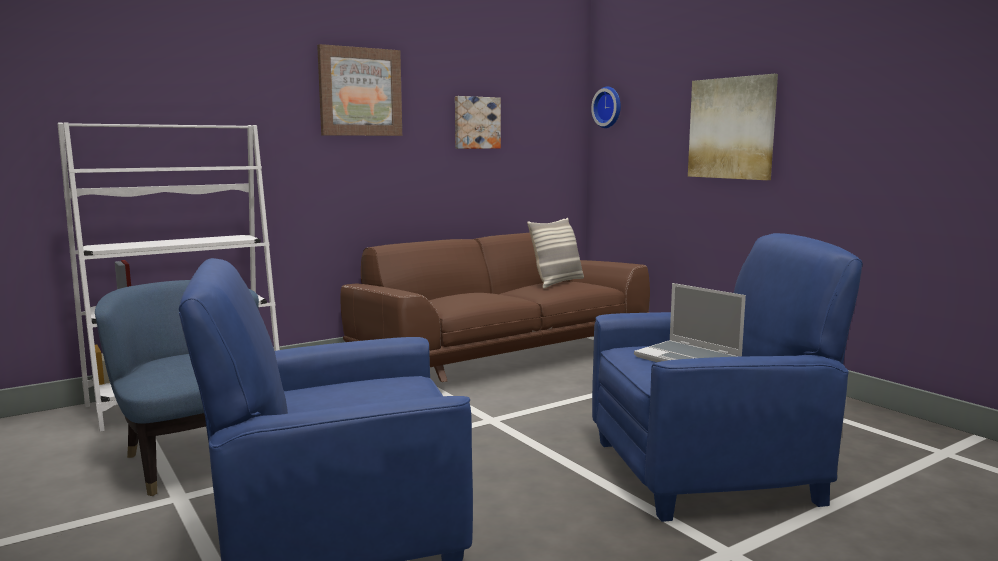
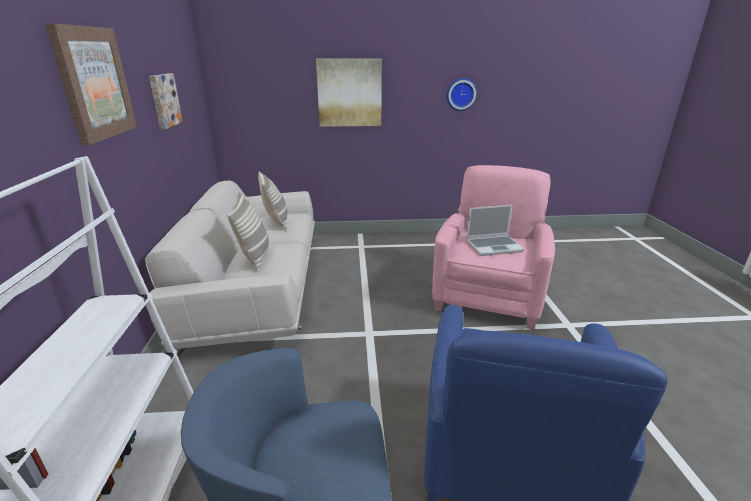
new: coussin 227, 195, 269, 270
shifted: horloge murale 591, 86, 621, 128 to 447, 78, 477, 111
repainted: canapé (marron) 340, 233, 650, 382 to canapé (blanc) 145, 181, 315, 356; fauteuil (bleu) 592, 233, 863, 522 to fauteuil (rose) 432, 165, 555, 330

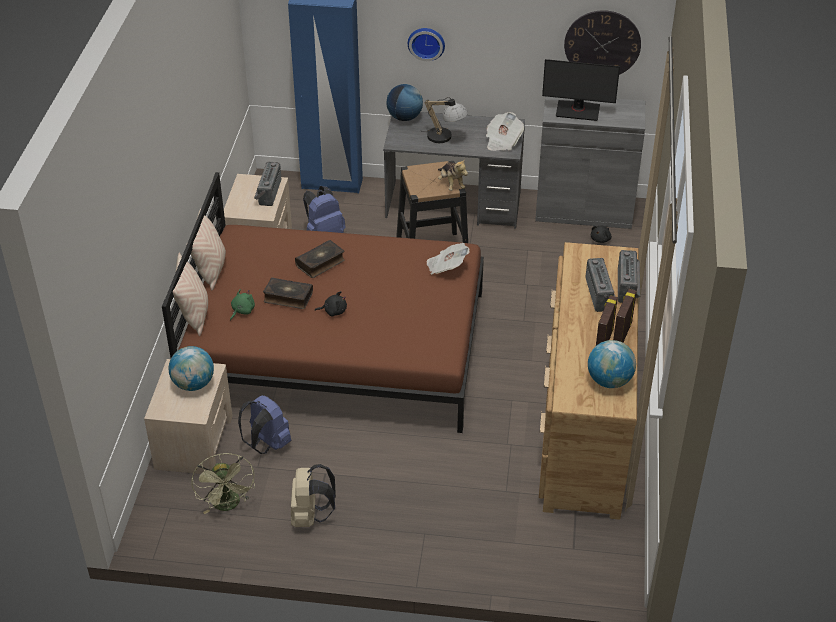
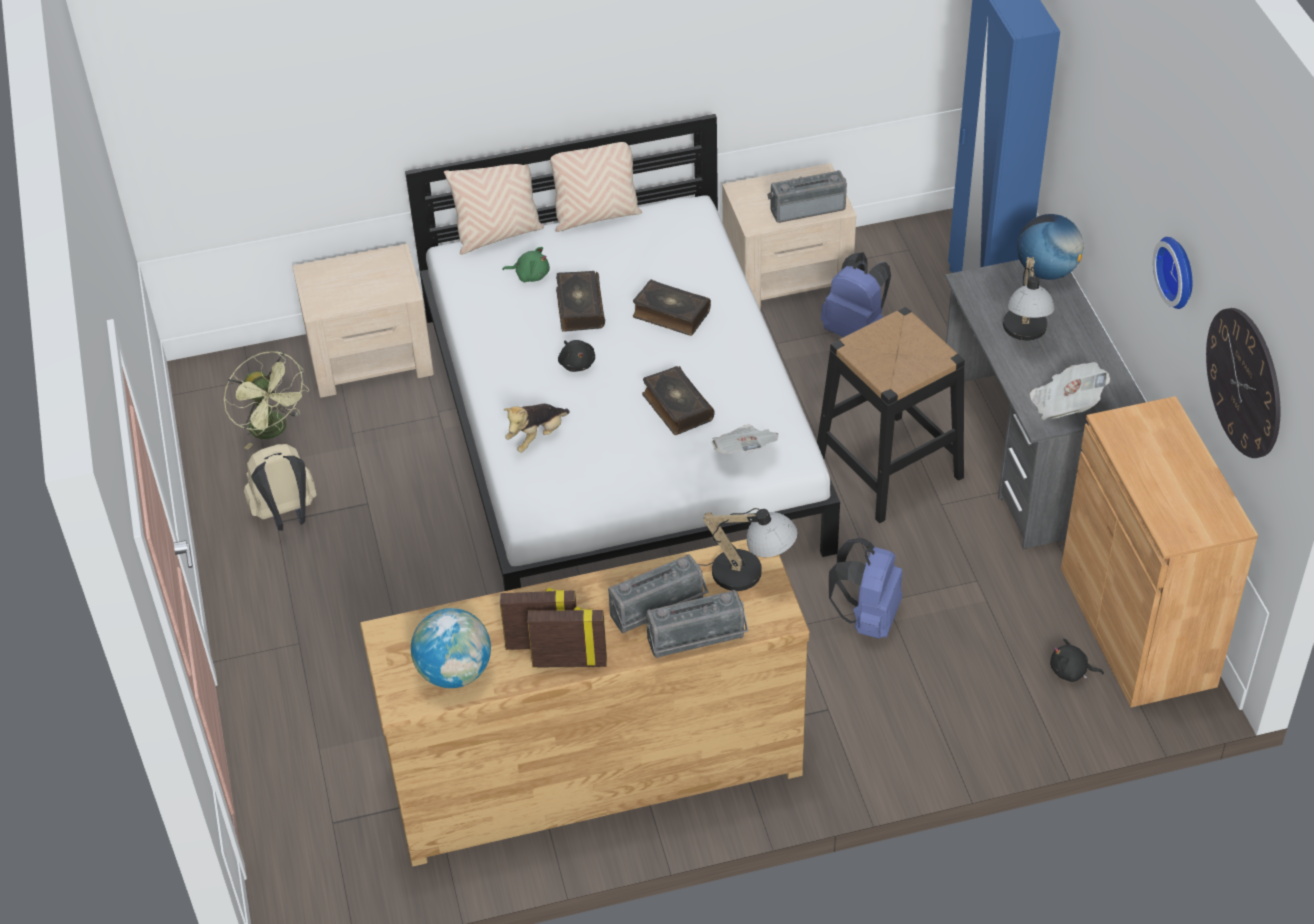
gone: globe 169, 346, 214, 391; écran d'ordinateur 542, 59, 620, 121
new: livre 642, 366, 714, 435; lampe de table 699, 508, 798, 591
shifted: sac à dos (bleu) 238, 395, 291, 454 to 829, 538, 903, 639; horloge murale 408, 28, 445, 61 to 1153, 237, 1192, 309; peluche 438, 159, 468, 191 to 504, 404, 570, 453
repainted: lit (marron) 162, 172, 484, 433 to lit (blanc) 405, 114, 840, 591; meuble de rangement (gris) 535, 96, 645, 229 to meuble de rangement (marron) 1061, 396, 1258, 708
rotated: ventilateur (vert) 192, 453, 255, 514 = 224, 351, 309, 450 90 degrees counterclockwise

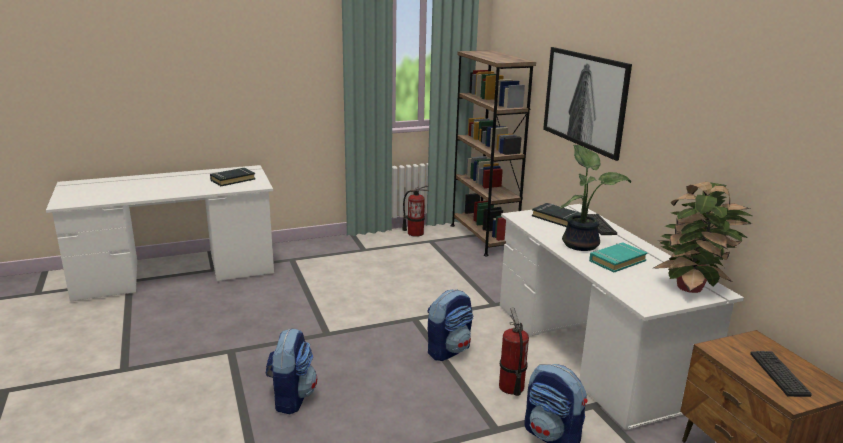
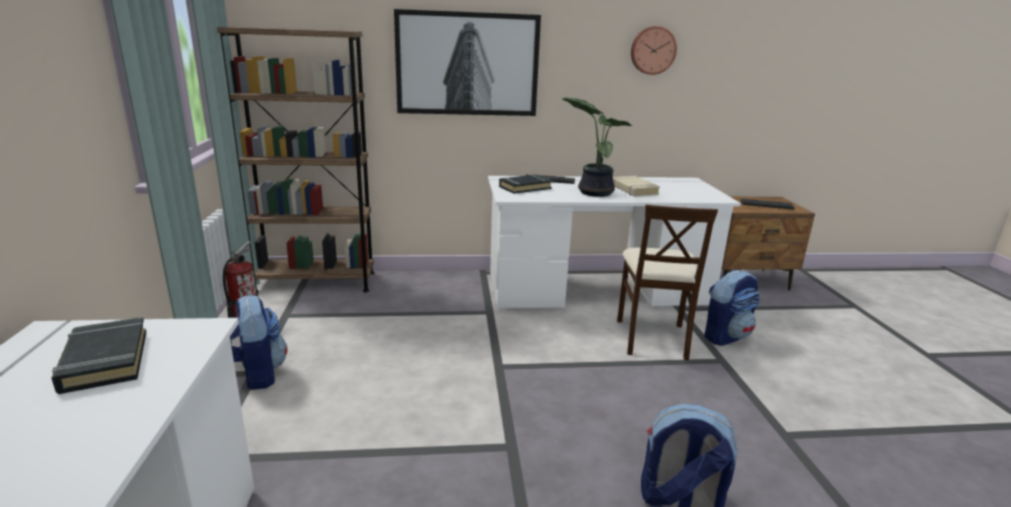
gone: plante en pot 654, 181, 752, 293
new: horloge murale 631, 26, 677, 75
shifted: sac à dos 427, 289, 473, 361 to 230, 295, 287, 390
swapped: extincteur 499, 307, 529, 396 to chaise (beige) 617, 205, 718, 360
repainted: livre (turquoise) 589, 242, 647, 272 to livre (beige) 613, 176, 660, 197

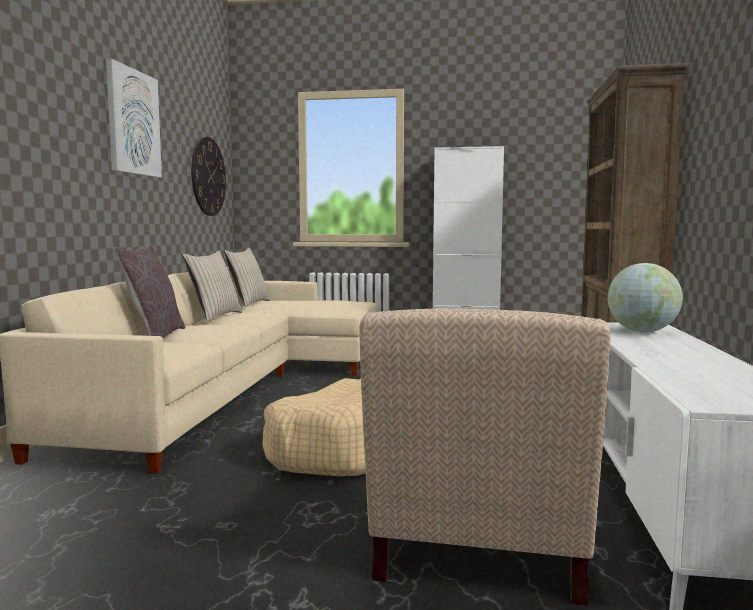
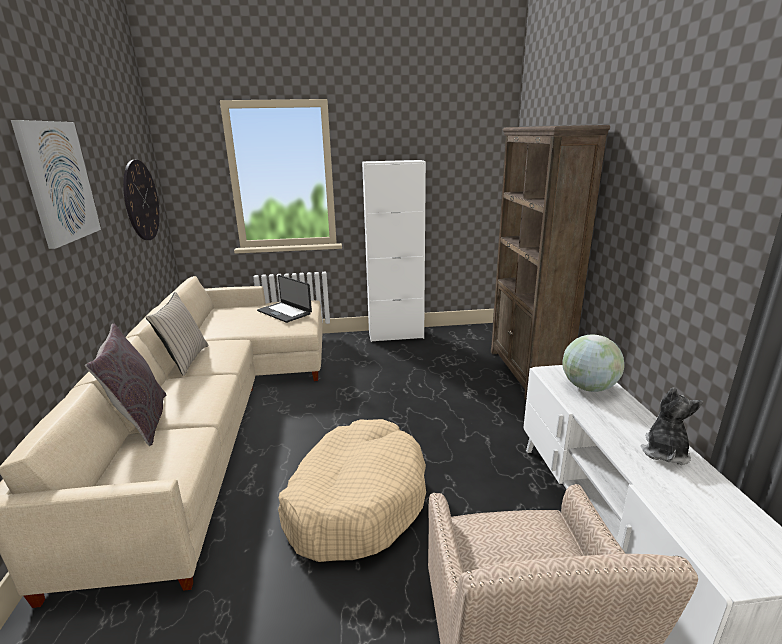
gone: coussin (beige) 224, 248, 270, 307
new: ordinateur portable 257, 275, 312, 323; peluche 641, 387, 703, 465

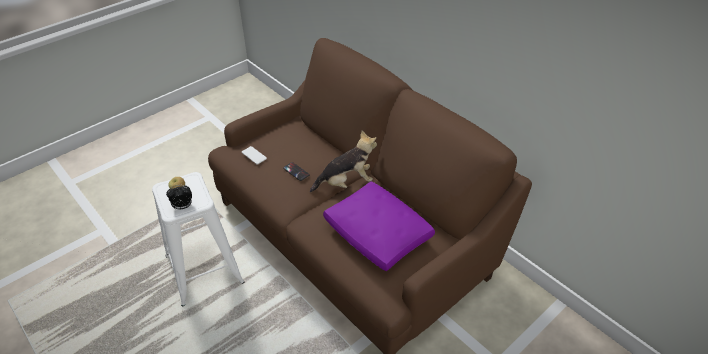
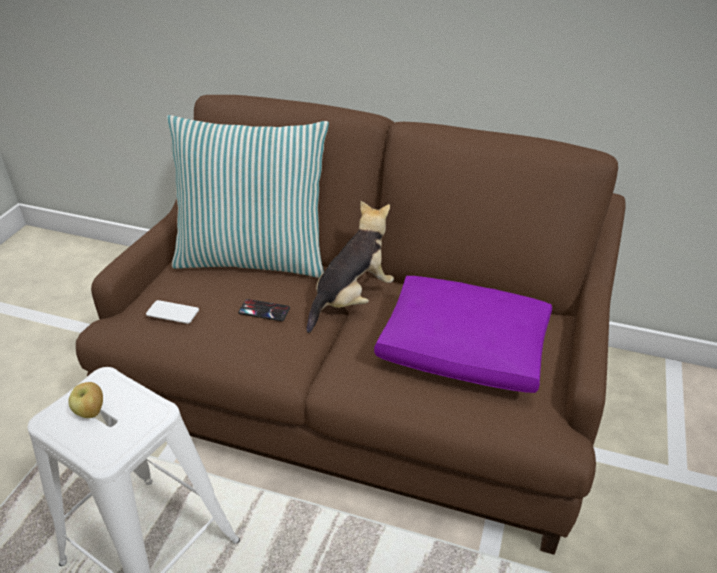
gone: réveil 166, 185, 192, 210
new: coussin 167, 115, 329, 278

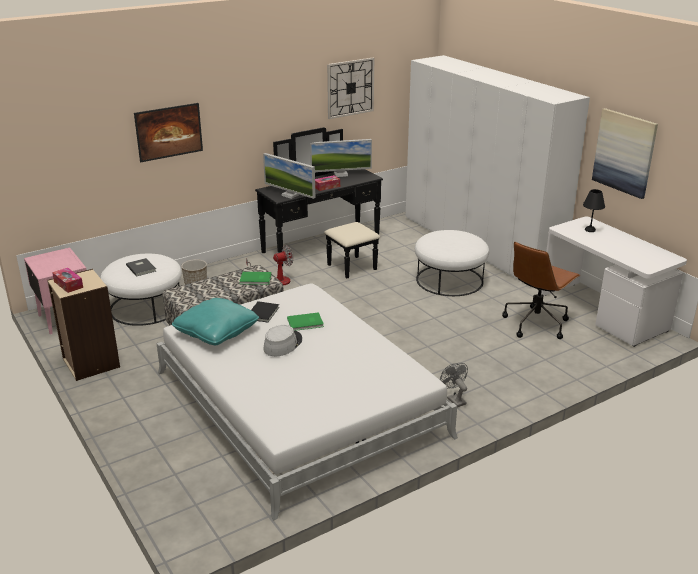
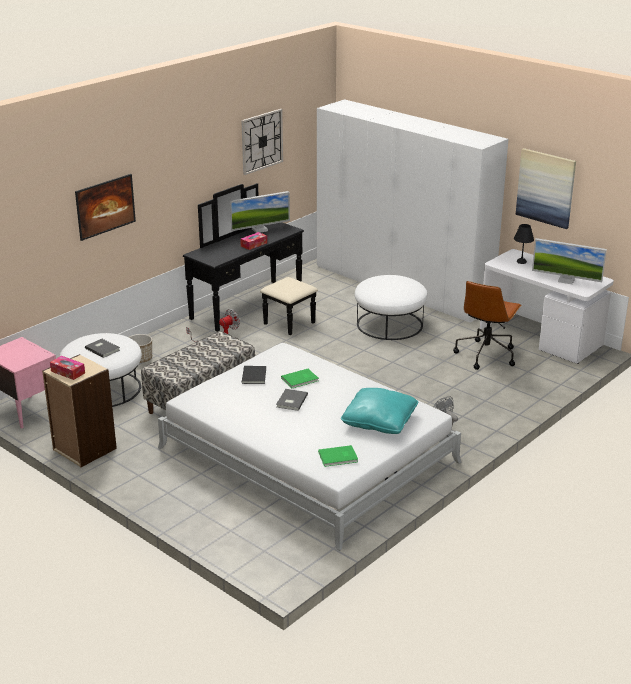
shifted: coussin (turquoise) 172, 298, 259, 345 to 341, 388, 418, 434; livre (vert) 239, 272, 271, 285 to 318, 445, 358, 467; écran d'ordinateur 263, 153, 315, 199 to 532, 238, 607, 284
swapped: chapeau (gris) 263, 325, 302, 356 to livre (gris) 276, 389, 308, 411

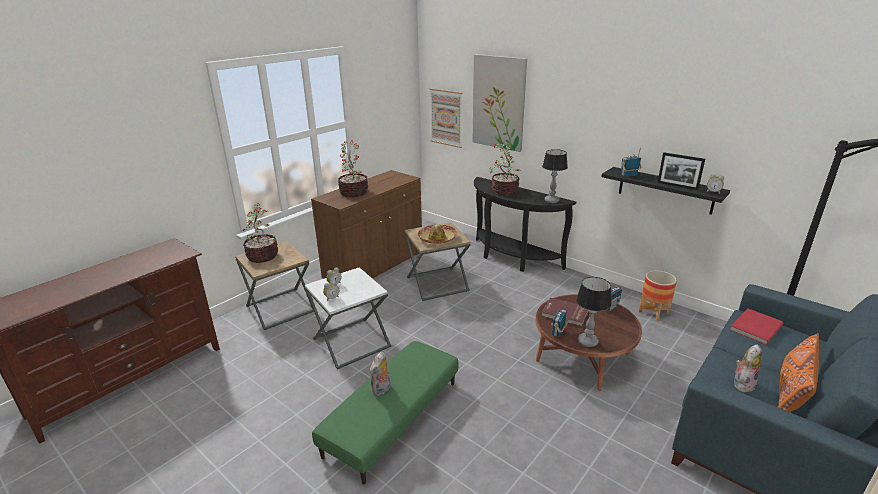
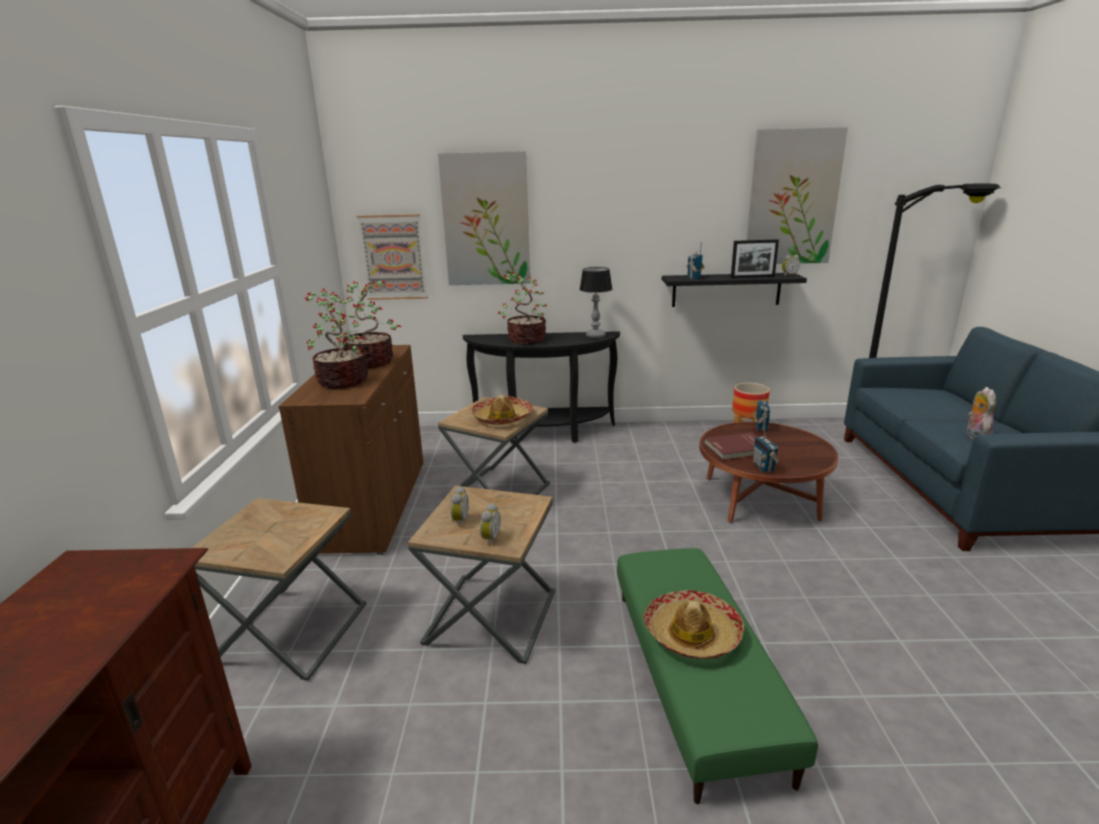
gone: lampe de table 576, 277, 612, 347; livre (rouge) 730, 308, 783, 345; coussin (orange) 778, 333, 819, 412
new: tableau 747, 127, 848, 264
shifted: plante en pot 243, 203, 278, 263 to 339, 281, 401, 368
swapped: peluche 370, 352, 391, 396 to chapeau 643, 590, 744, 659
repainted: table d'appoint (blanc) 305, 267, 391, 369 to table d'appoint (marron) 408, 486, 555, 664

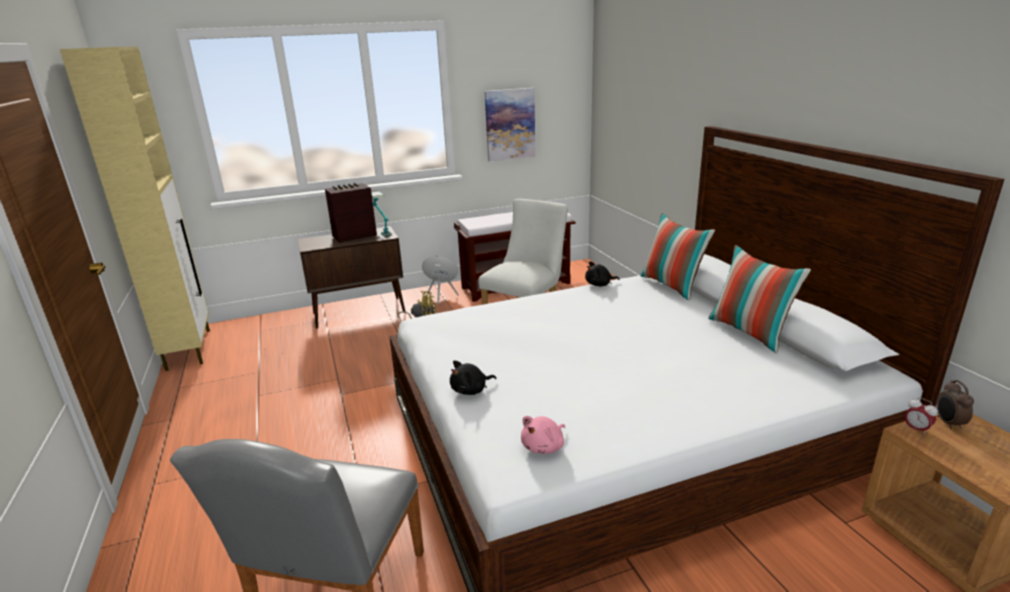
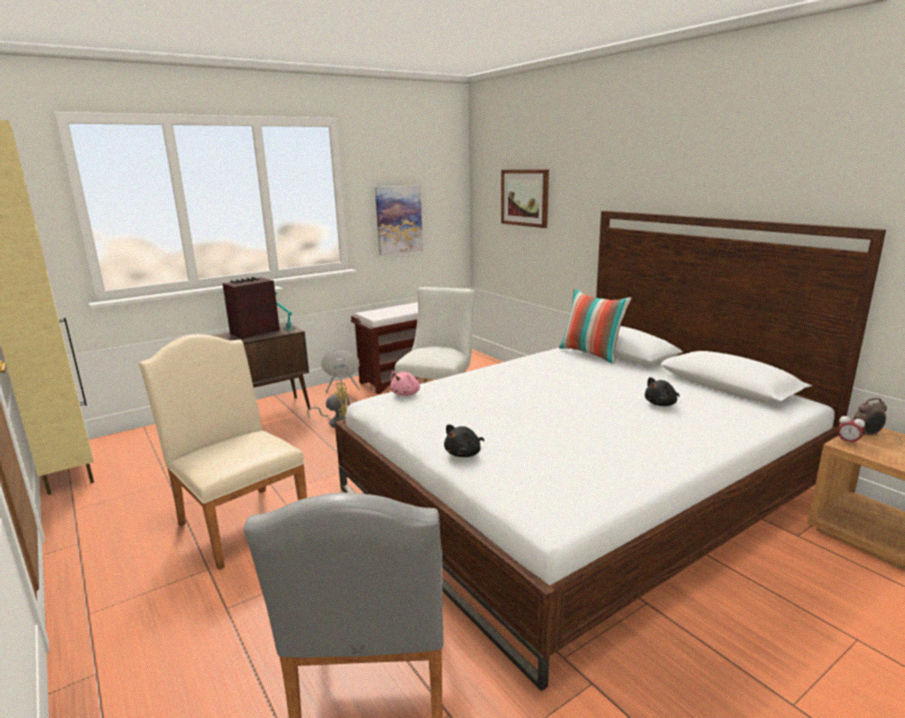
gone: coussin 708, 245, 811, 353
new: chaise (beige) 139, 334, 307, 570; tableau 501, 170, 549, 228
shifted: peluche (rose) 521, 416, 565, 454 to 390, 371, 420, 396; peluche (noir) 585, 261, 619, 286 to 645, 377, 680, 406
rotated: réveil 937, 380, 974, 430 = 853, 398, 887, 437 90 degrees counterclockwise

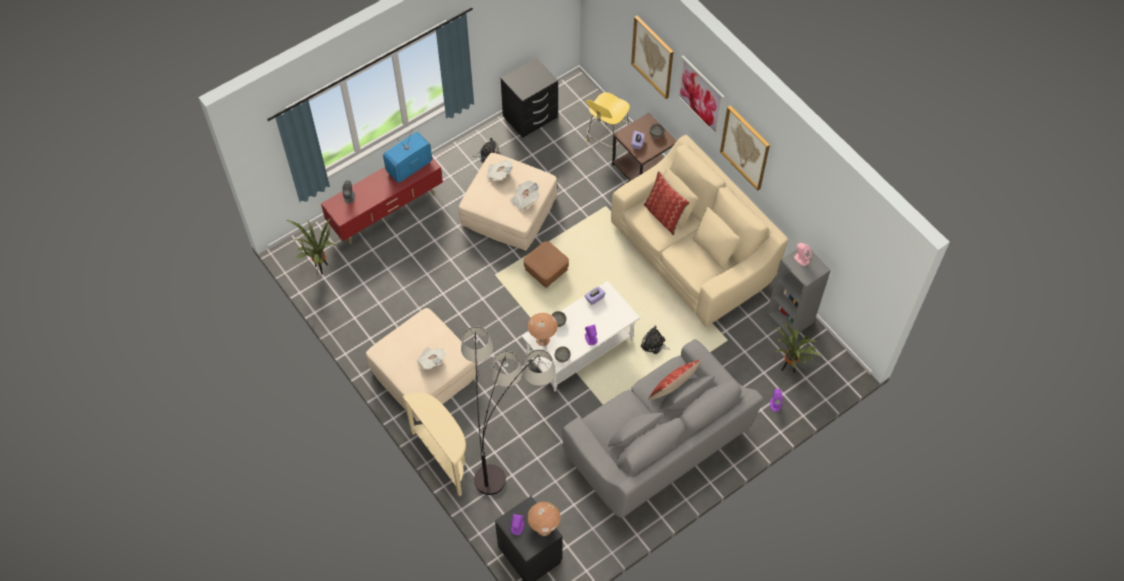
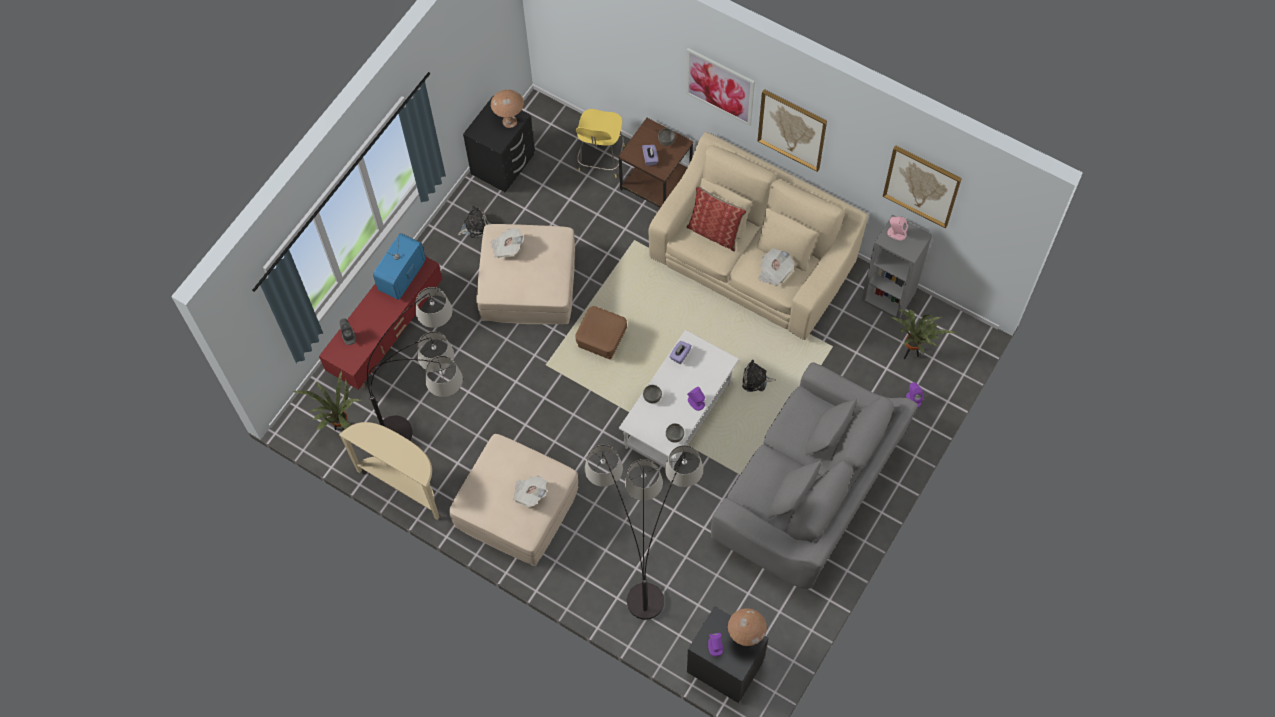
gone: coussin 648, 359, 702, 400
new: lampadaire 367, 287, 463, 440
shifted: table console (beige) 402, 392, 466, 496 to 339, 422, 439, 520; journal 510, 180, 539, 211 to 759, 248, 794, 286; lampe de table (marron) 527, 313, 558, 346 to 491, 90, 524, 128; tableau 631, 16, 673, 99 to 883, 145, 962, 228

